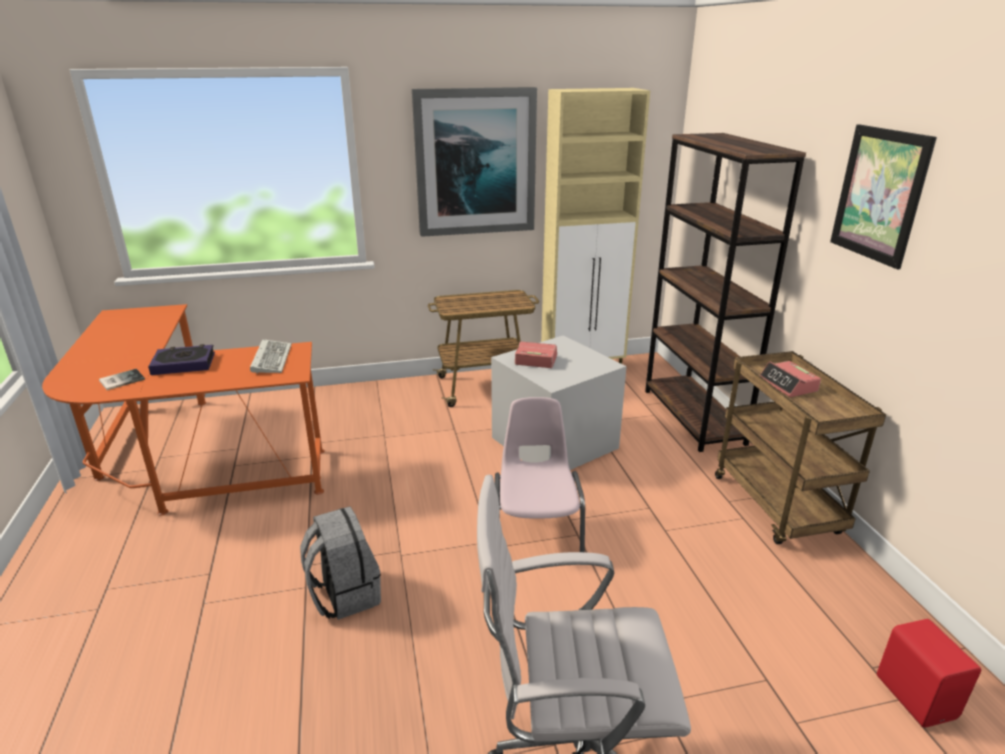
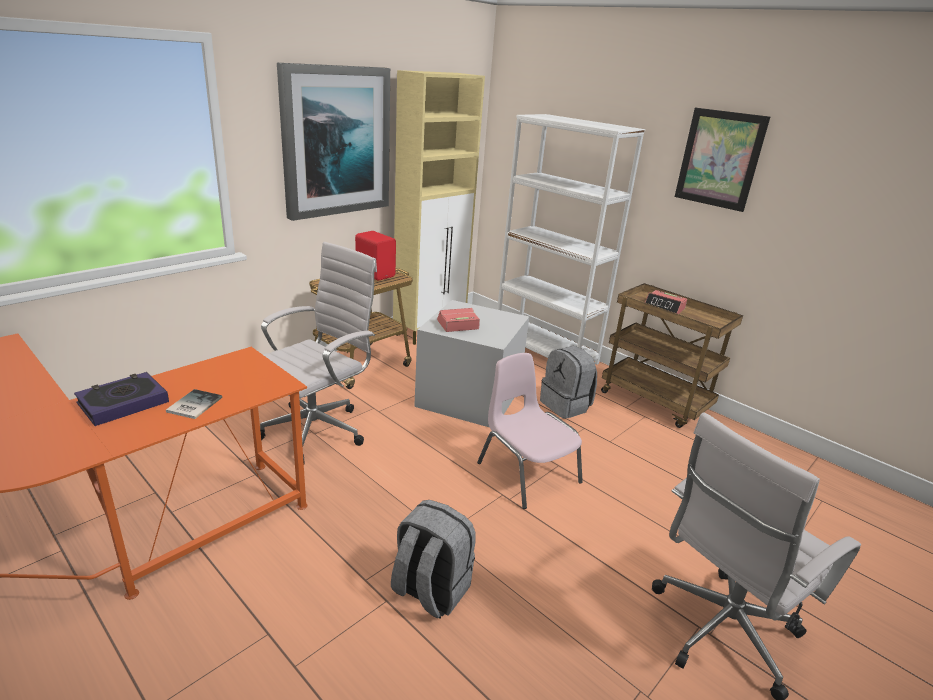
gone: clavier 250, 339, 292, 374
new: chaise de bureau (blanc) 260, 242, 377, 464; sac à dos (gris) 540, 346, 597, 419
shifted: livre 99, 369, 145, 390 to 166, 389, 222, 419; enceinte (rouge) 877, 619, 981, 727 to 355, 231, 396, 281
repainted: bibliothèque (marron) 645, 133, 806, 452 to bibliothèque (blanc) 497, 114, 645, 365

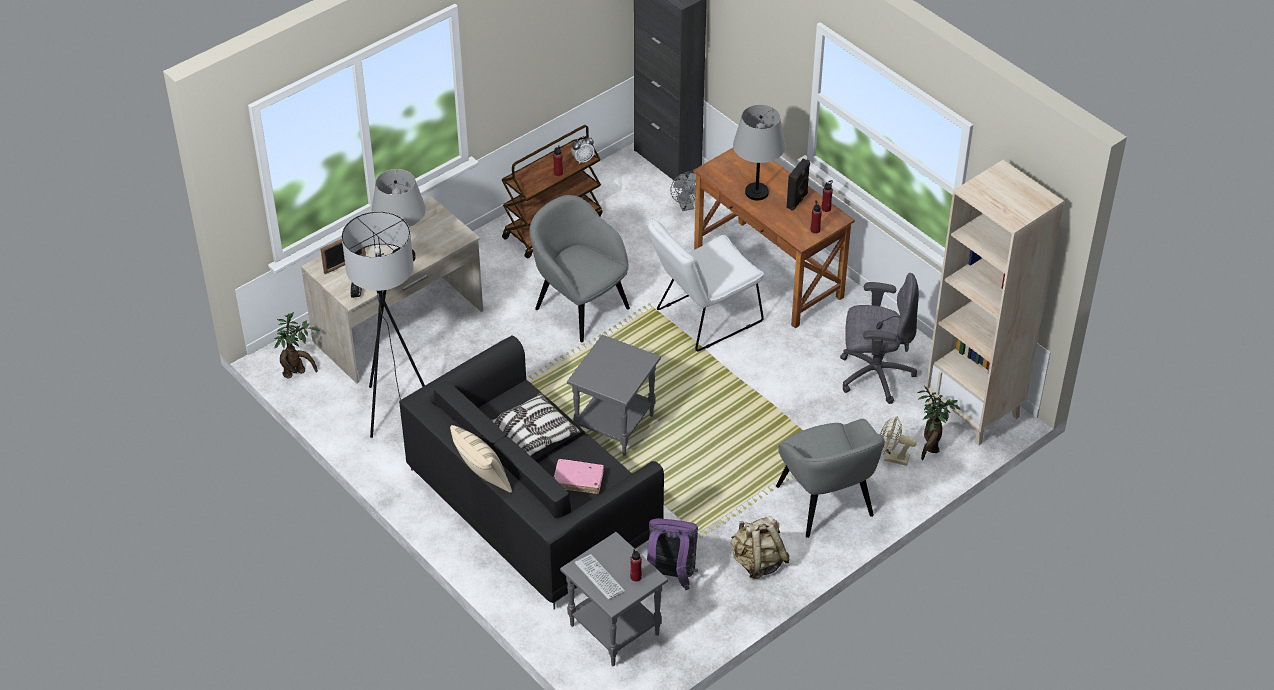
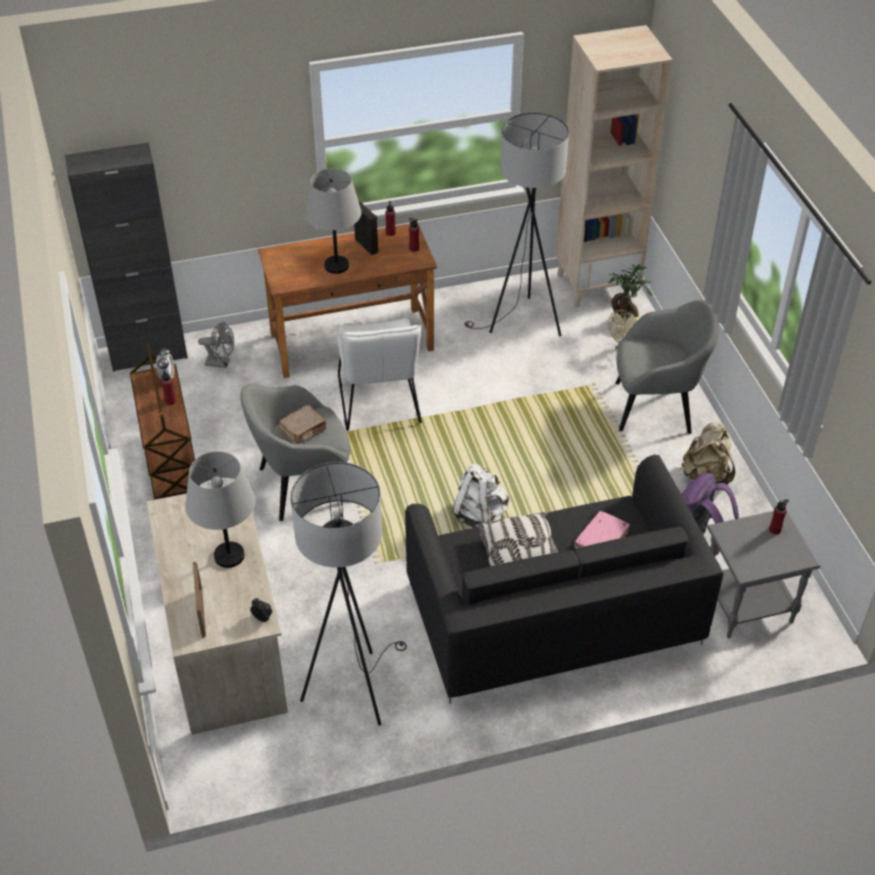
gone: plante en pot 274, 312, 319, 378; coussin (beige) 450, 425, 512, 493; clavier 575, 554, 625, 600
new: livre (marron) 279, 405, 327, 444
swapped: table d'appoint (gris) 567, 334, 661, 456 to sac à dos (blanc) 452, 464, 509, 528; chaise de bureau (gris) 840, 273, 919, 404 to lampadaire (gris) 464, 112, 569, 336

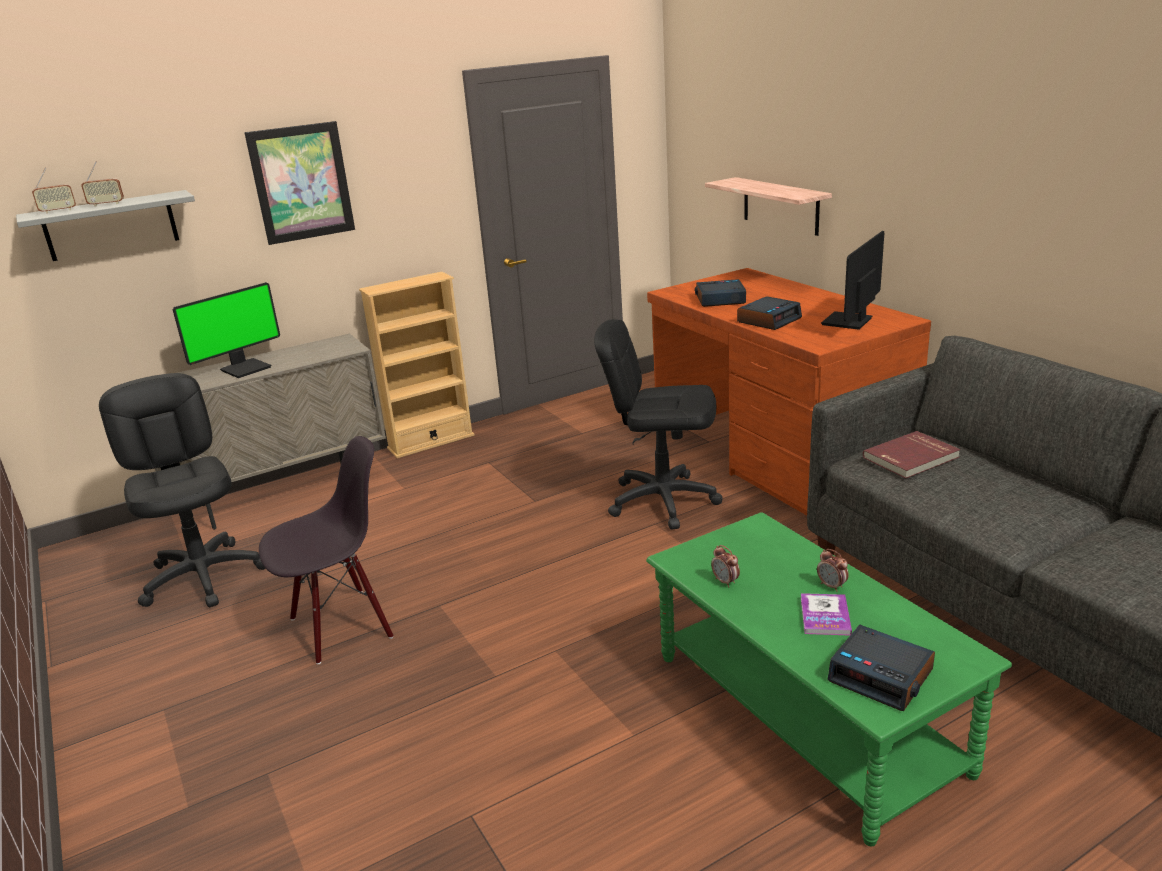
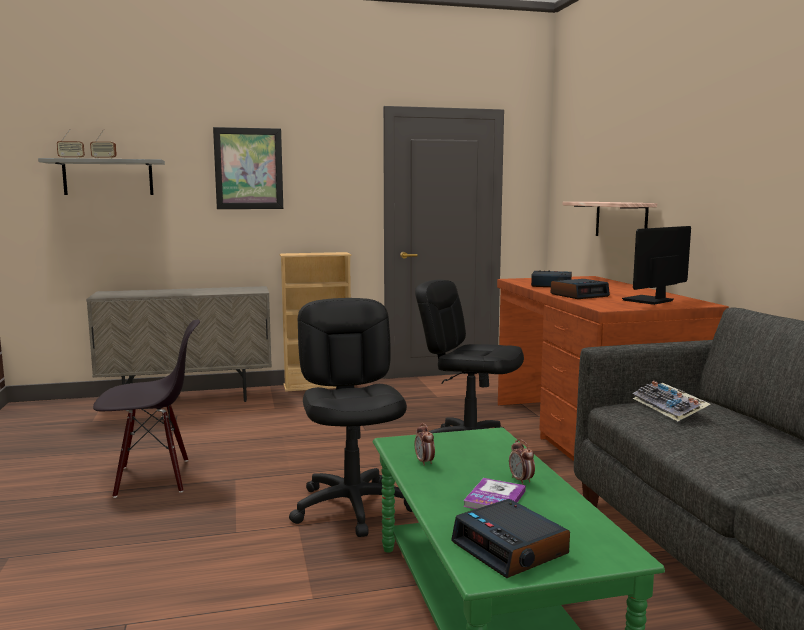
gone: écran d'ordinateur 173, 282, 280, 378
shifted: chaise de bureau (noir) 99, 373, 266, 607 to 289, 298, 413, 537
swapped: livre (rouge) 863, 431, 960, 478 to clavier 633, 381, 711, 421

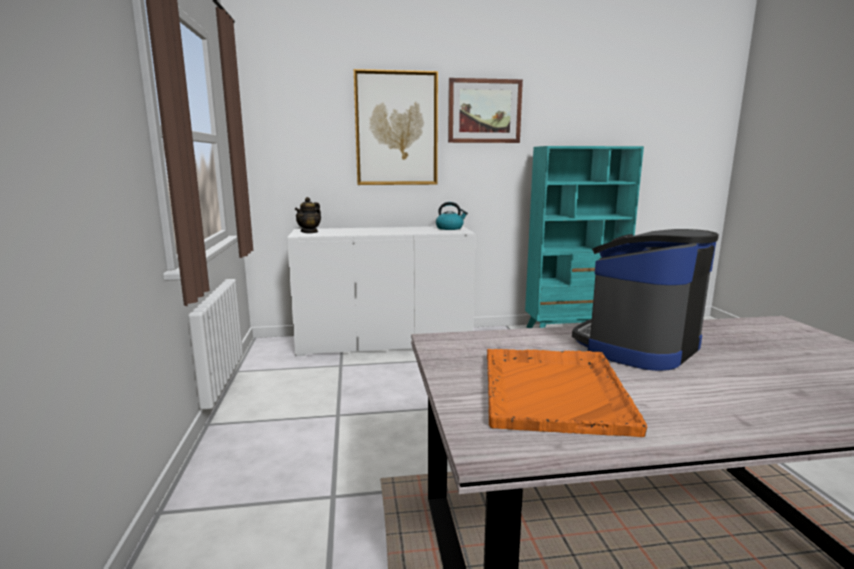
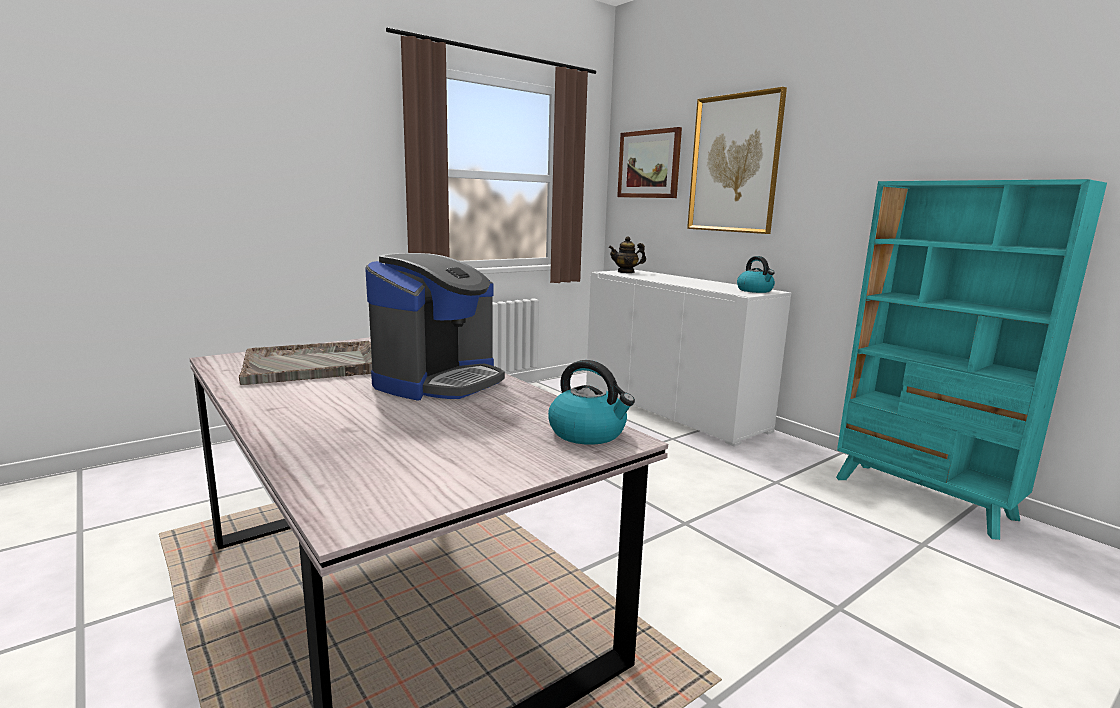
new: bouilloire 548, 360, 635, 445
shifted: tableau 448, 78, 523, 143 to 617, 127, 682, 198
repainted: plateau (orange) 487, 349, 647, 437 to plateau (gris) 239, 341, 372, 385
rotated: machine à café 572, 229, 719, 371 = 365, 253, 505, 401 105 degrees clockwise

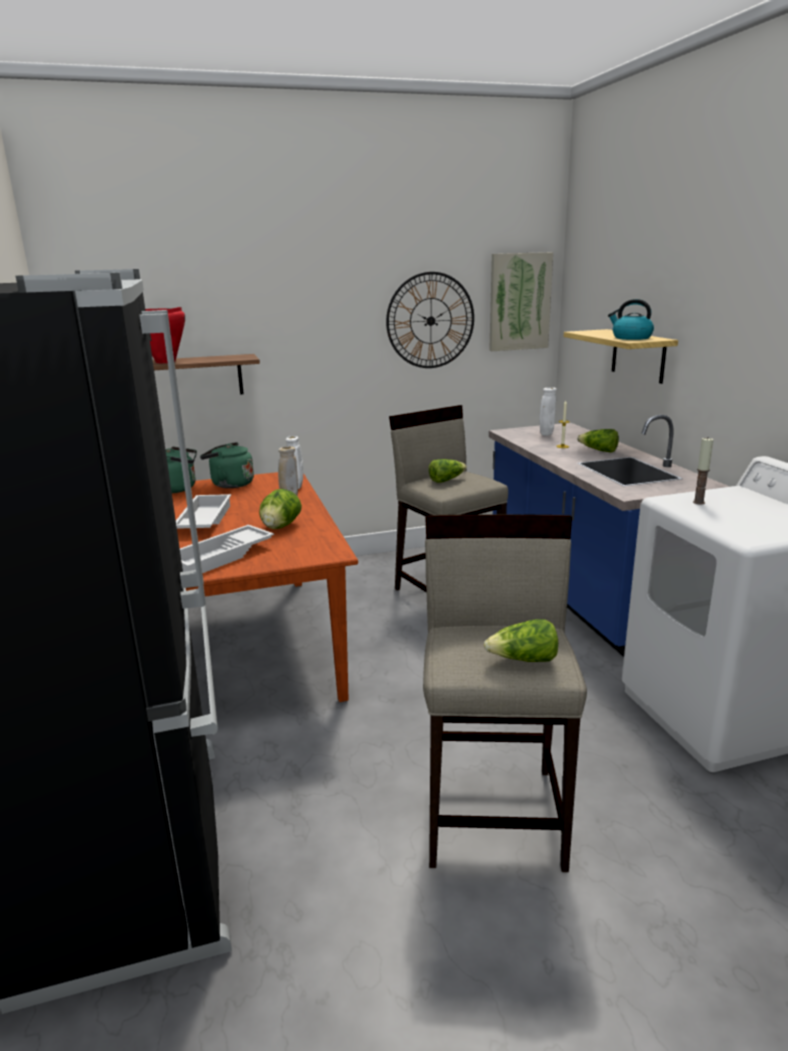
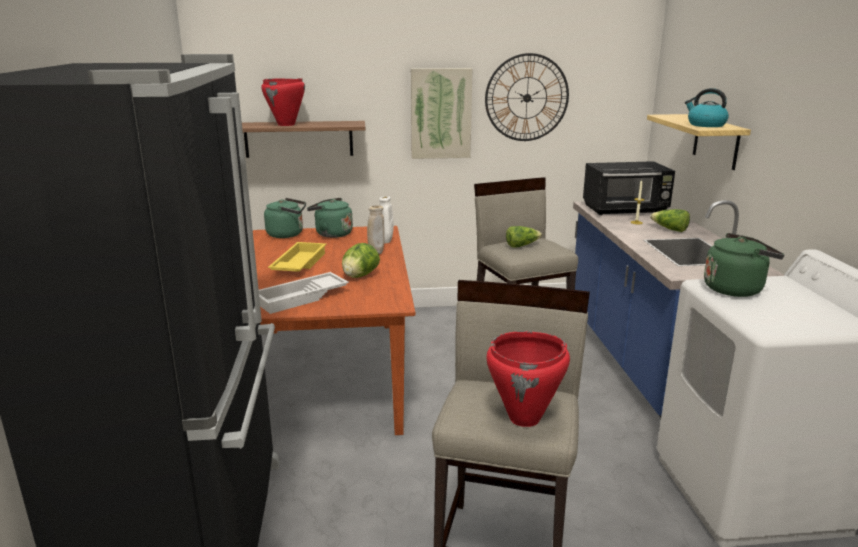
shifted: tableau 489, 252, 553, 351 to 411, 68, 472, 159
swapped: laitue 484, 619, 558, 662 to marmite (rouge) 486, 331, 570, 427; vase (blanc) 539, 387, 557, 436 to micro-ondes (noir) 583, 161, 675, 215; bougie 693, 438, 714, 504 to bouilloire (vert) 704, 233, 785, 297
repainted: plateau (blanc) 176, 494, 231, 529 to plateau (jaune) 268, 242, 326, 272

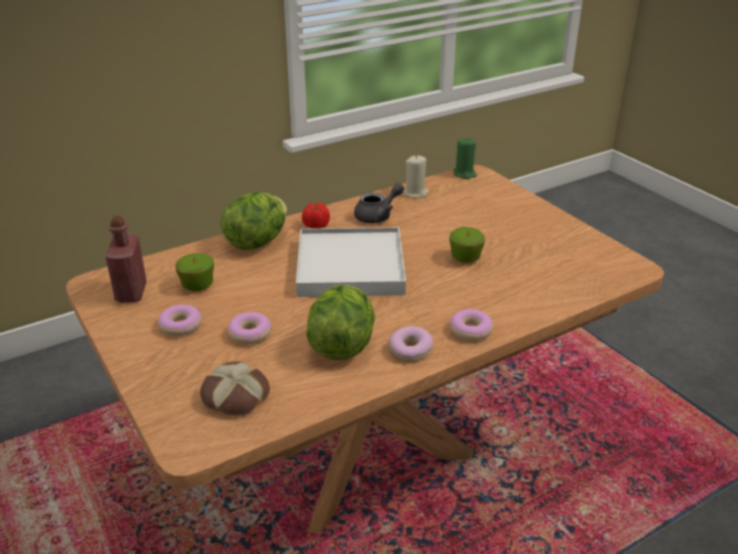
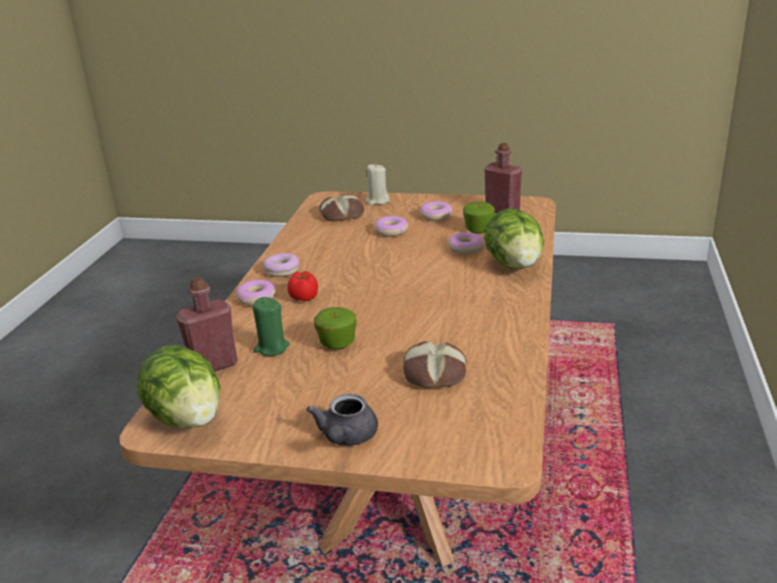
gone: plateau (blanc) 296, 227, 406, 297
new: bouteille (rouge) 176, 277, 238, 372; pain 403, 341, 467, 388; beignet 448, 232, 484, 255
shifted: tomate 302, 202, 330, 229 to 287, 271, 318, 301; laitue 306, 285, 375, 360 to 137, 344, 220, 429; théière (gris) 354, 183, 404, 224 to 306, 394, 378, 446; bougie (beige) 403, 155, 429, 198 to 366, 163, 390, 205; bougie (vert) 453, 137, 477, 179 to 253, 297, 290, 356

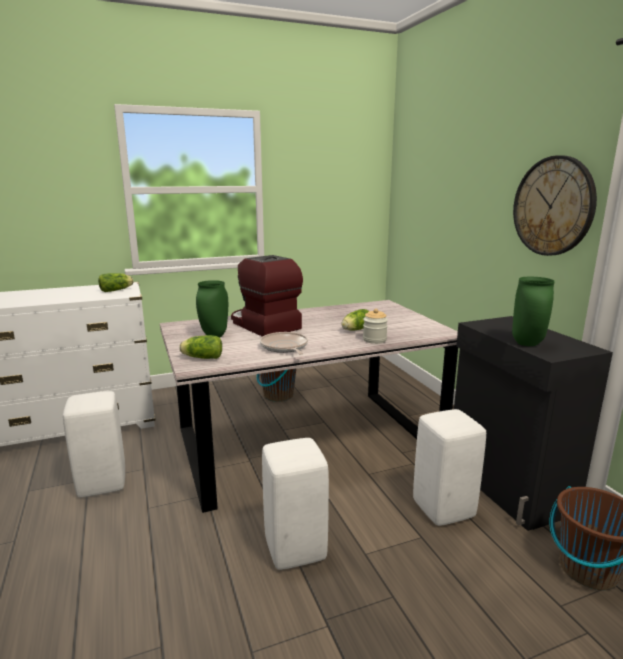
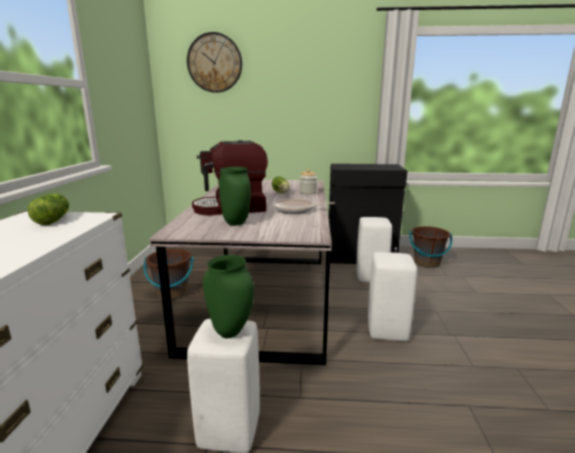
gone: laitue 179, 335, 222, 359
shifted: vase (vert) 512, 277, 555, 346 to 203, 255, 254, 338; horloge murale 513, 155, 597, 256 to 187, 32, 242, 93

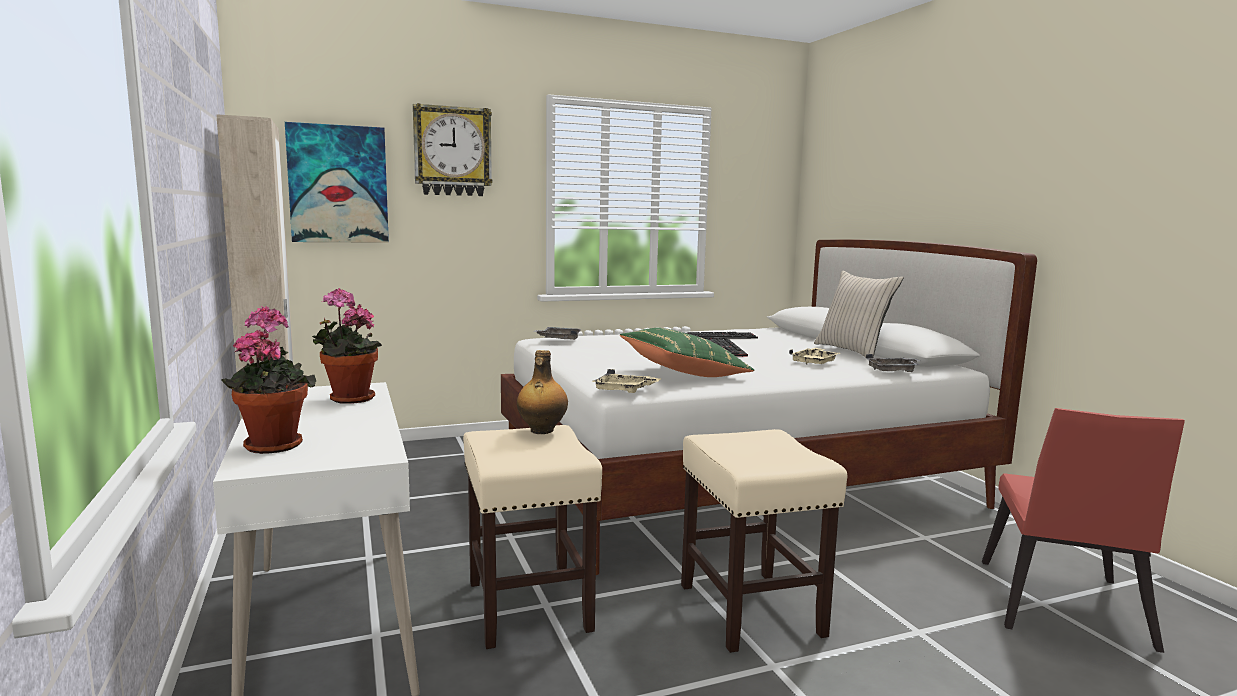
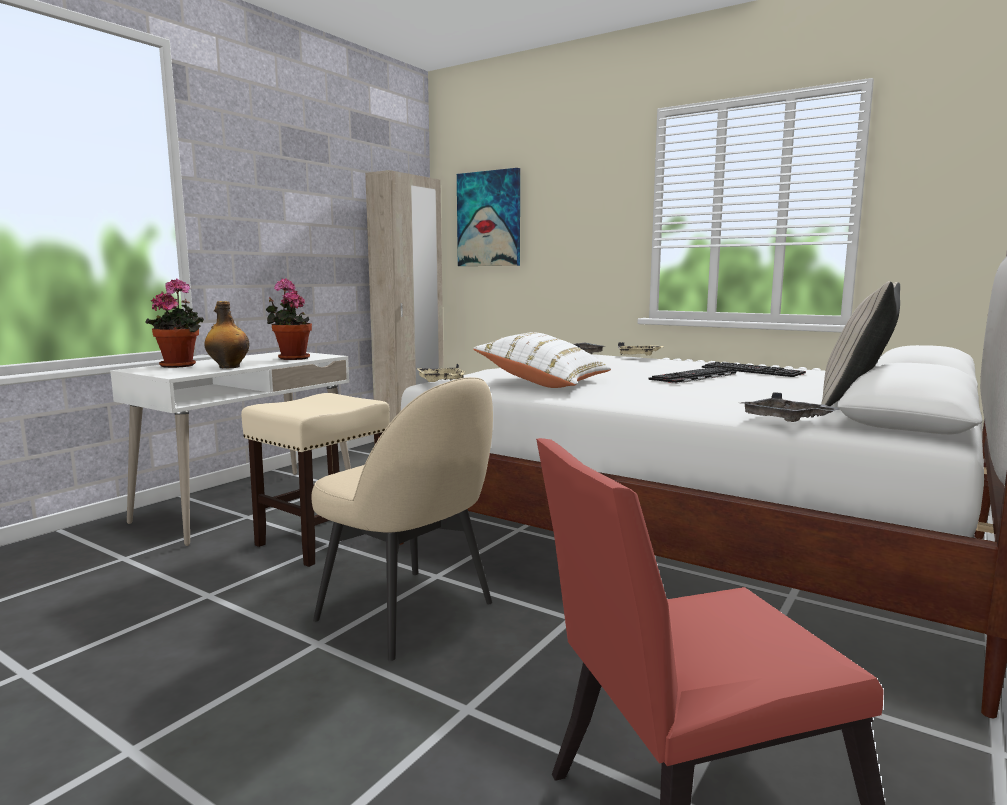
gone: horloge murale 413, 103, 492, 196
shifted: bouteille 517, 350, 568, 434 to 204, 301, 250, 368; plateau (beige) 789, 348, 839, 364 to 618, 342, 663, 355
swapped: tabouret (beige) 681, 429, 847, 653 to chaise (beige) 311, 377, 493, 661
repainted: coussin (vert) 620, 328, 754, 377 to coussin (blanc) 473, 332, 611, 388

